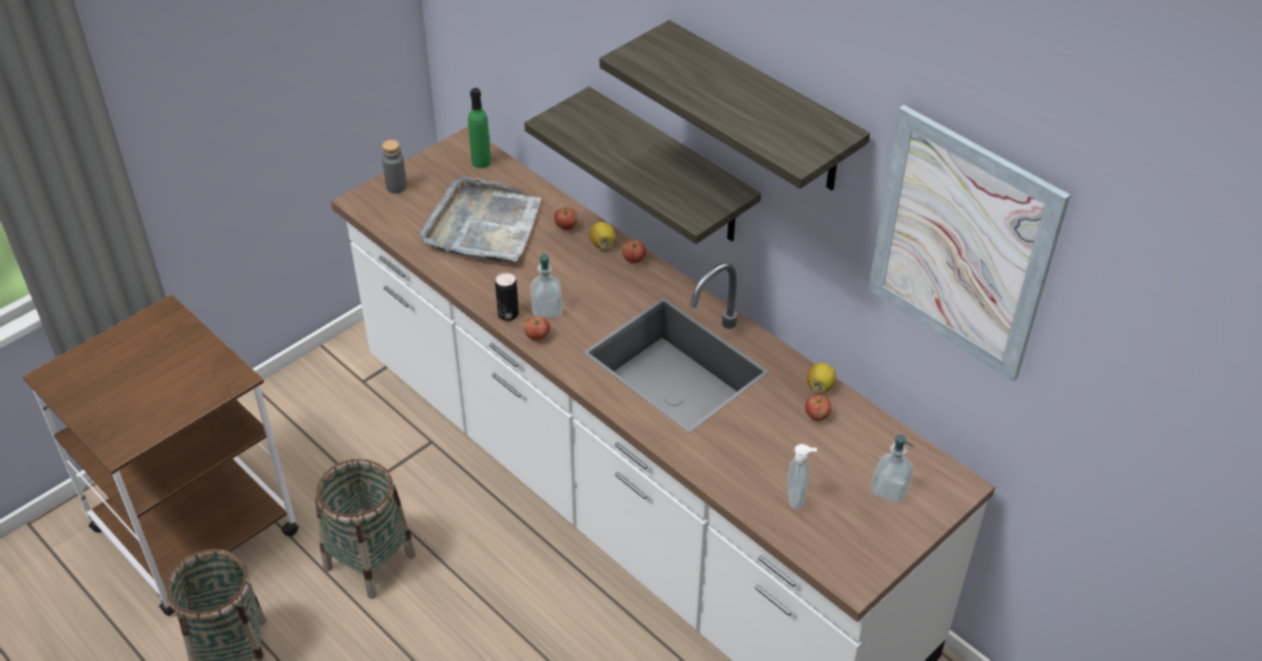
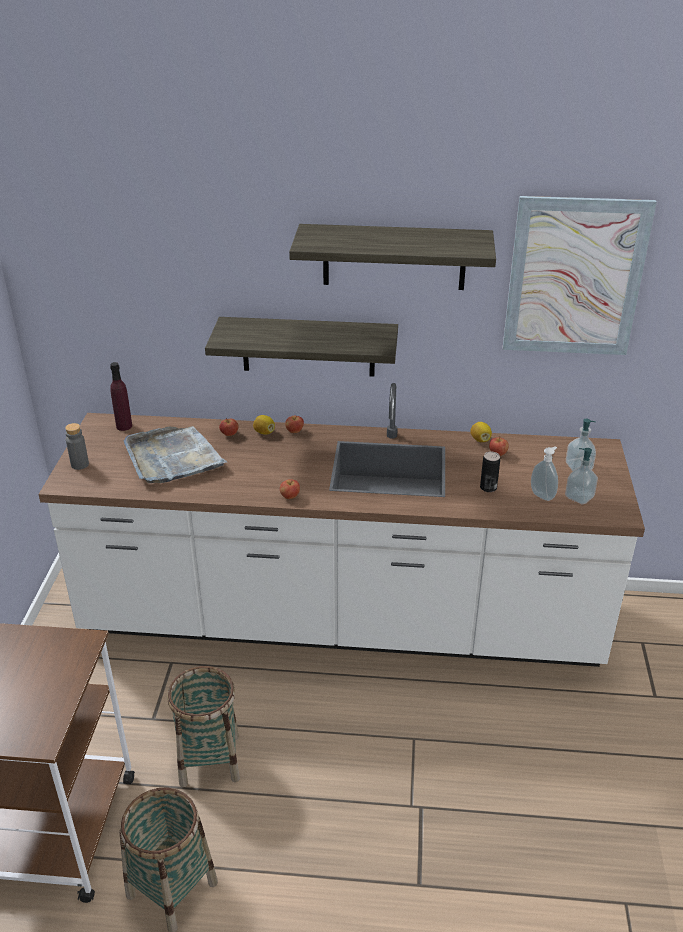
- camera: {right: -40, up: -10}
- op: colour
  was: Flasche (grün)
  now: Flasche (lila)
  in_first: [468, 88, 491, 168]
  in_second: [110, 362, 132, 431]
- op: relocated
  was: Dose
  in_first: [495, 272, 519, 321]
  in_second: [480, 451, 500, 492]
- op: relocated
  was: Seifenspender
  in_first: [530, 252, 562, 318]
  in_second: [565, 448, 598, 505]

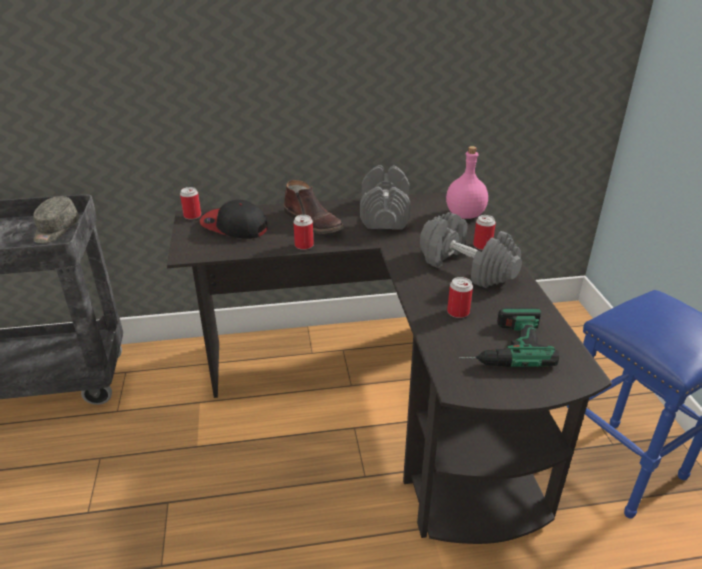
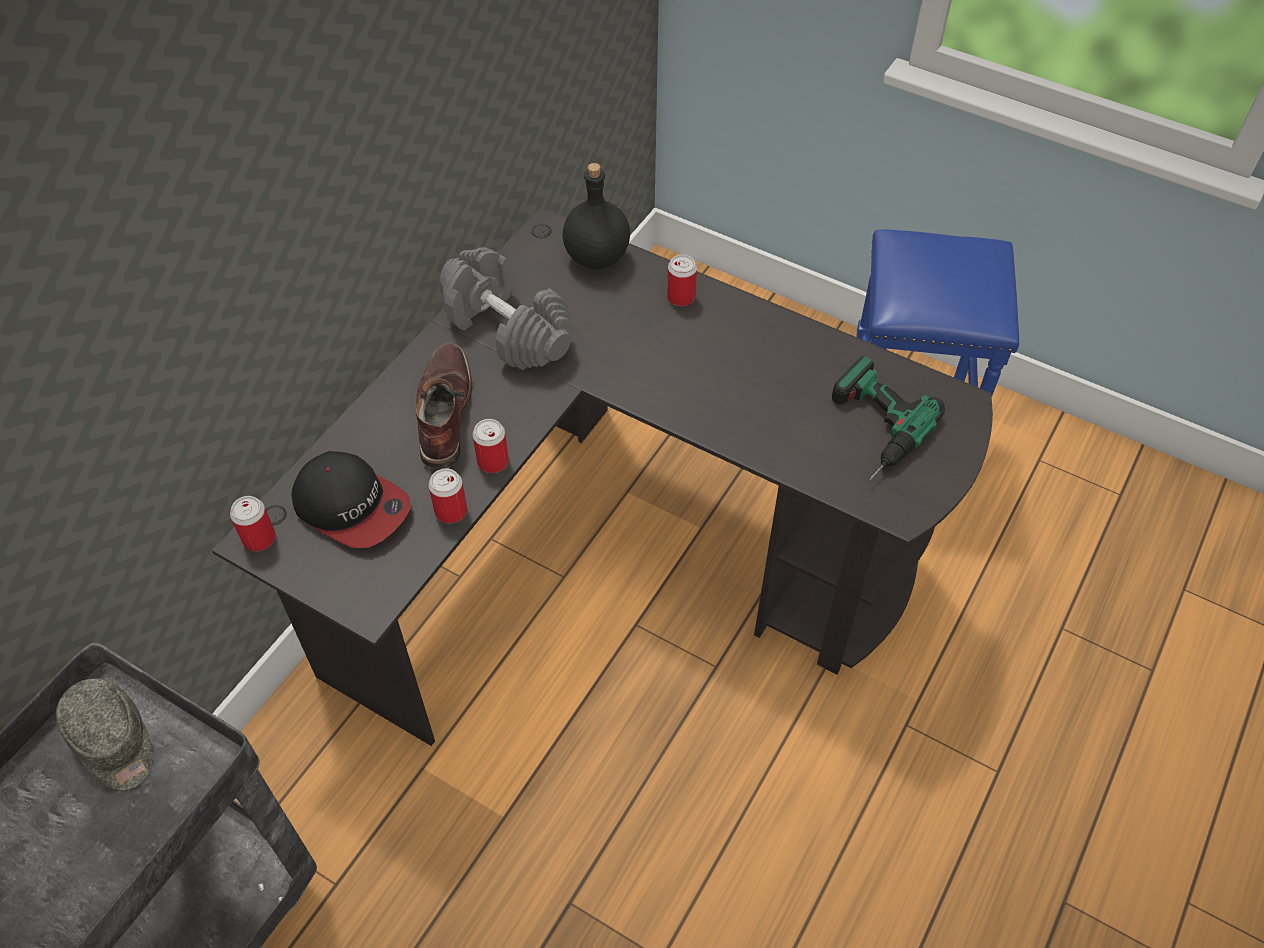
- camera: {right: -50, up: 20}
- op: spun
  was: Kappe
  in_first: [199, 200, 268, 239]
  in_second: [292, 451, 411, 548]
  clockwise: -120
- op: spun
  was: Stiefel (braun)
  in_first: [284, 180, 344, 234]
  in_second: [416, 343, 472, 469]
  clockwise: -90
- op: missing
  was: Hantel (grau)
  in_first: [420, 212, 522, 288]
- op: colour
  was: Flasche (rosa)
  now: Flasche (schwarz)
  in_first: [446, 146, 488, 219]
  in_second: [563, 163, 630, 269]
- op: relocated
  was: Dose
  in_first: [447, 277, 473, 318]
  in_second: [429, 468, 467, 523]

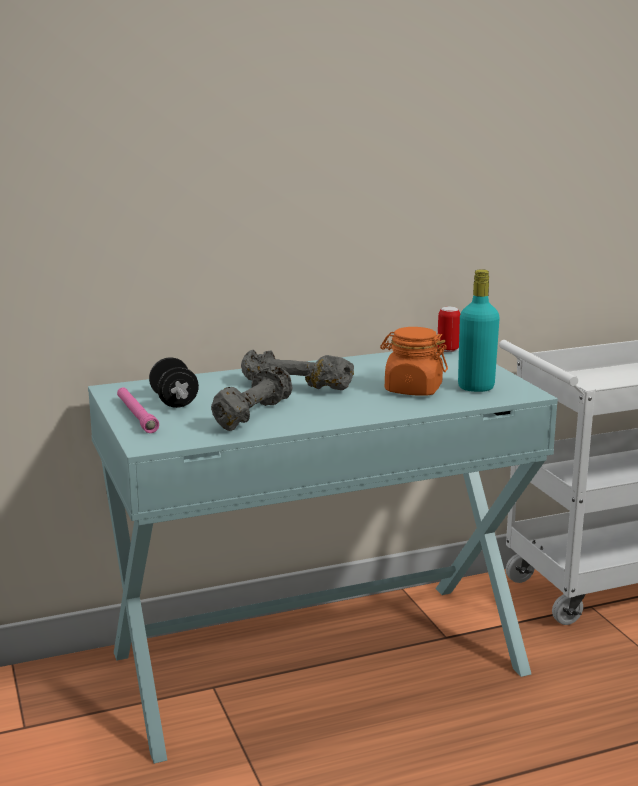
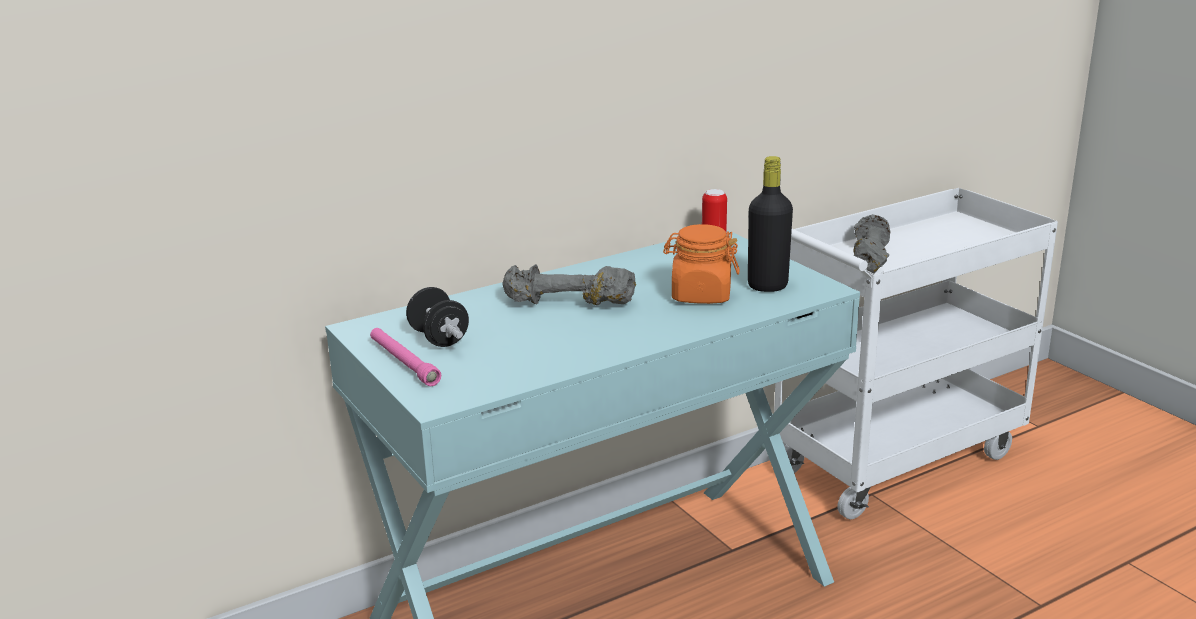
- camera: {right: -10, up: 5}
- op: relocated
  was: Hantel (grau)
  in_first: [211, 366, 293, 431]
  in_second: [853, 214, 891, 274]
- op: colour
  was: Flasche (türkis)
  now: Flasche (schwarz)
  in_first: [458, 269, 500, 392]
  in_second: [748, 156, 793, 292]

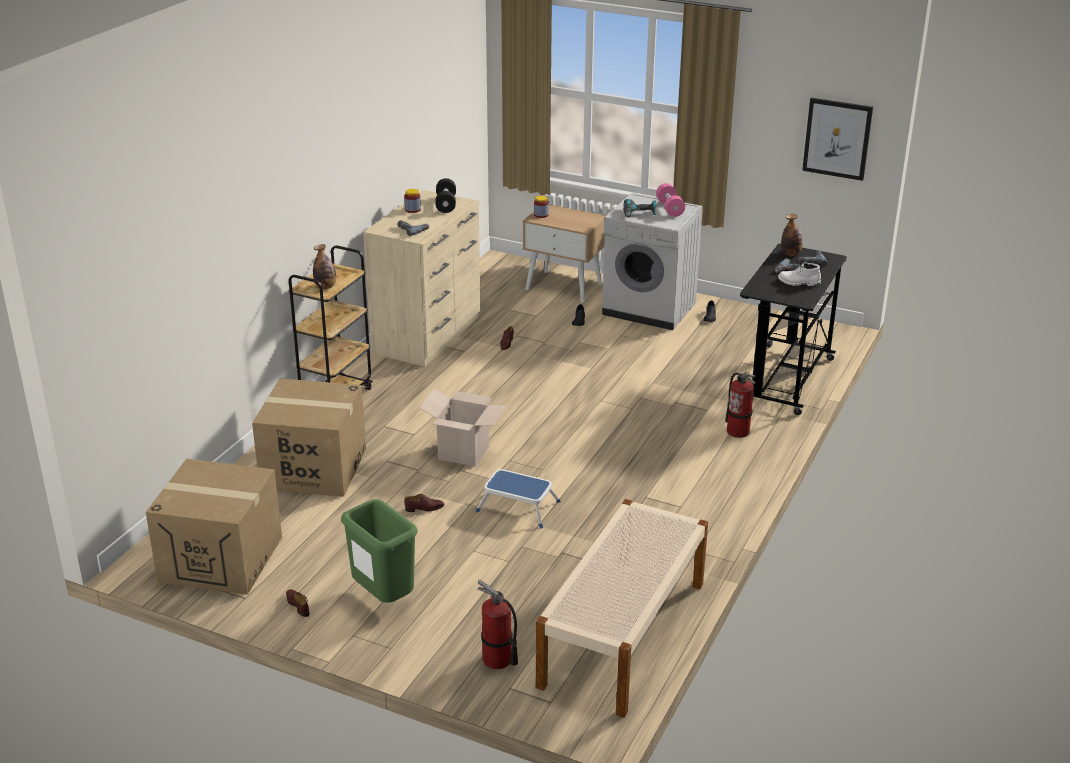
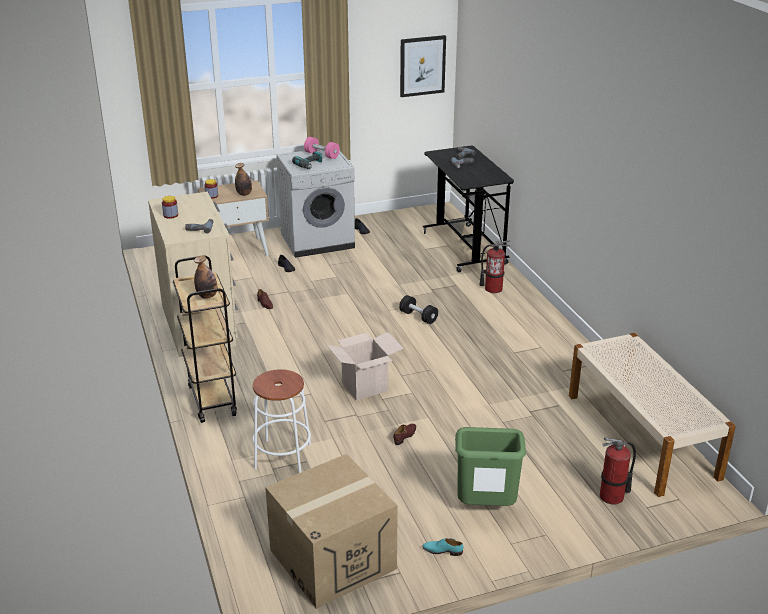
- camera: {right: -45, up: 0}
- op: exchanged
  was: Karton
  now: Hocker (weiß)
  in_first: [252, 378, 366, 497]
  in_second: [253, 369, 311, 473]
- op: colour
  was: Schuh (braun)
  now: Schuh (türkis)
  in_first: [286, 589, 309, 617]
  in_second: [422, 538, 463, 556]
- op: relocated
  was: Hantel (schwarz)
  in_first: [435, 178, 456, 213]
  in_second: [399, 295, 438, 324]
- op: missing
  was: Trittleiter (blau)
  in_first: [475, 469, 561, 528]
- op: missing
  was: Stiefel (weiß)
  in_first: [778, 262, 821, 287]
- op: relocated
  was: Flasche
  in_first: [781, 214, 803, 256]
  in_second: [235, 163, 252, 196]

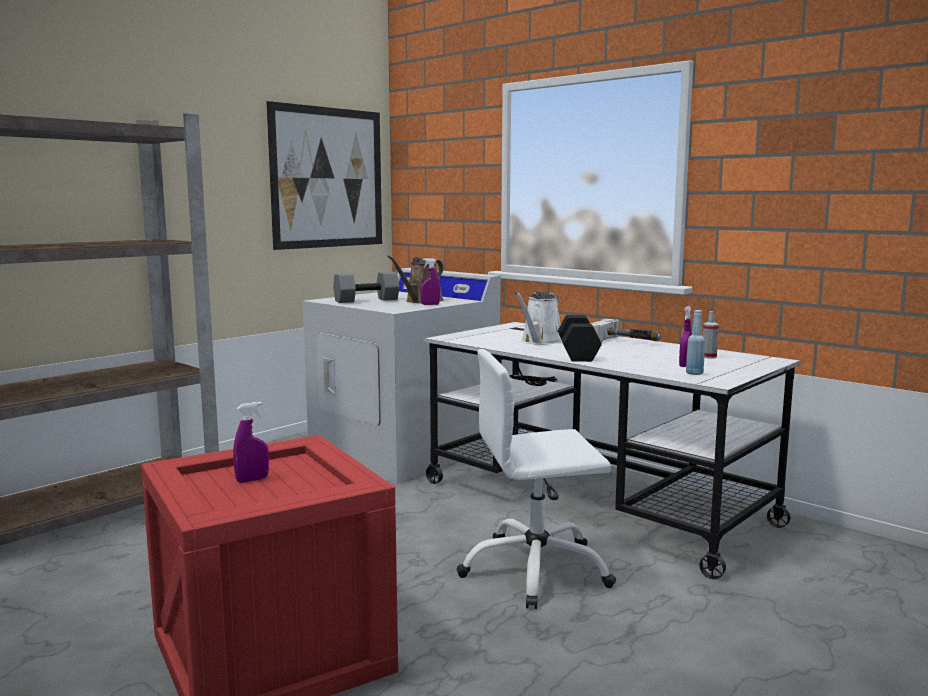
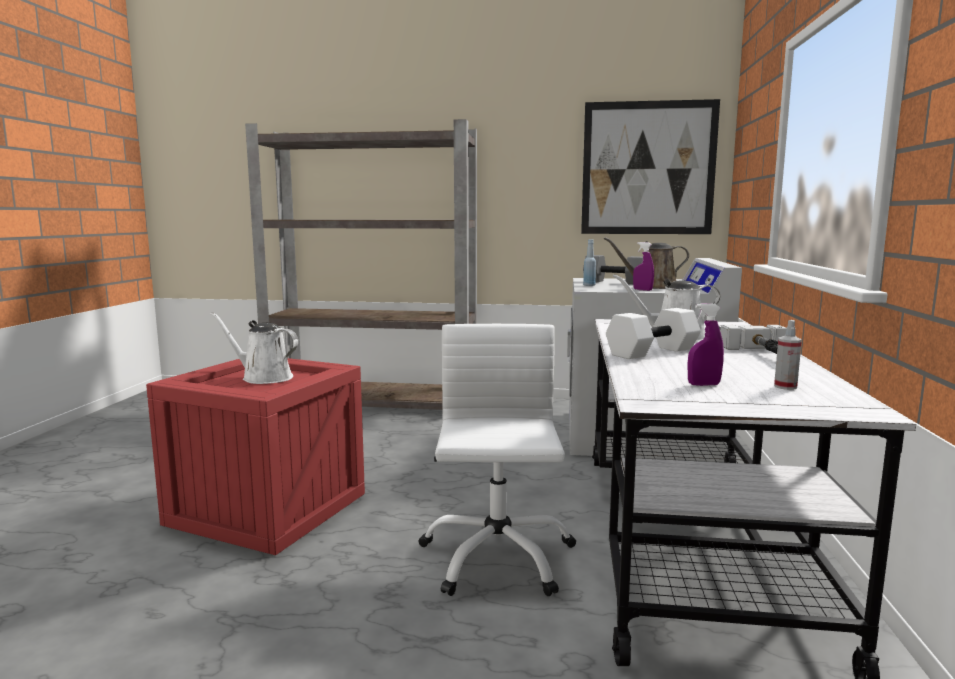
- camera: {right: 55, up: 0}
- op: exchanged
  was: Sprühflasche (lila)
  now: Gießkanne (weiß)
  in_first: [233, 402, 269, 483]
  in_second: [211, 312, 298, 384]
- op: spun
  was: Bürostuhl (weiß)
  in_first: [457, 349, 616, 609]
  in_second: [419, 324, 576, 596]
  clockwise: 45
- op: colour
  was: Hantel (schwarz)
  now: Hantel (weiß)
  in_first: [558, 315, 602, 362]
  in_second: [606, 308, 701, 359]
- op: relocated
  was: Flasche (blau)
  in_first: [686, 310, 705, 375]
  in_second: [583, 239, 596, 286]

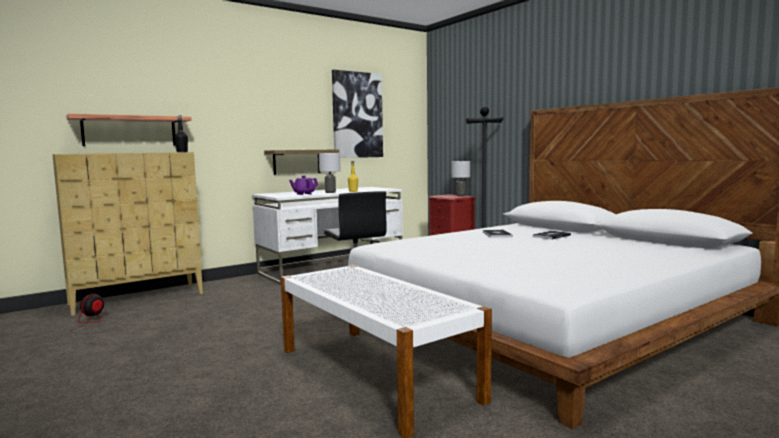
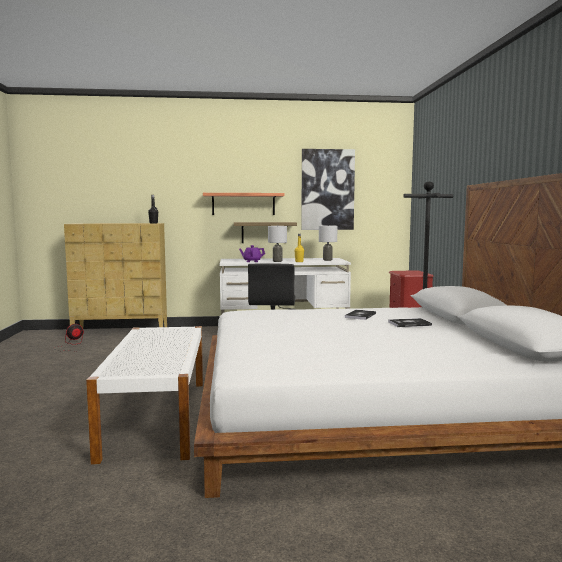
- camera: {right: 30, up: 0}
- op: relocated
  was: Wandregal
  in_first: [66, 114, 191, 146]
  in_second: [203, 193, 285, 215]
- op: relocated
  was: Tischlampe (weiß)
  in_first: [452, 161, 470, 196]
  in_second: [319, 225, 337, 261]

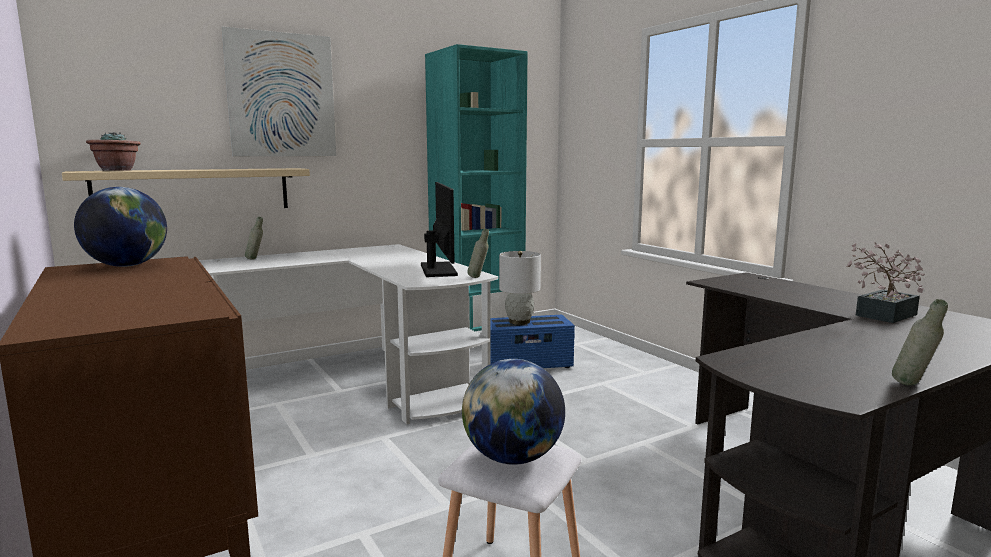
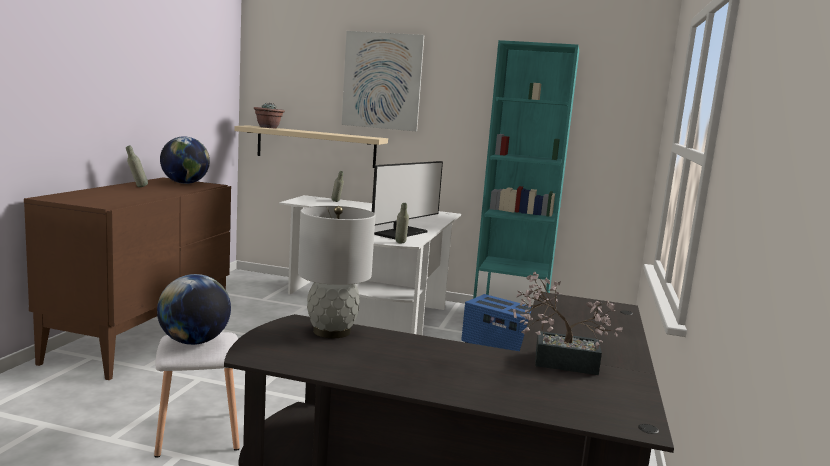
- camera: {right: 45, up: 0}
- op: relocated
  was: Tischlampe (weiß)
  in_first: [499, 251, 541, 325]
  in_second: [298, 206, 375, 338]
- op: relocated
  was: Flasche (grau)
  in_first: [892, 299, 948, 386]
  in_second: [126, 146, 148, 187]

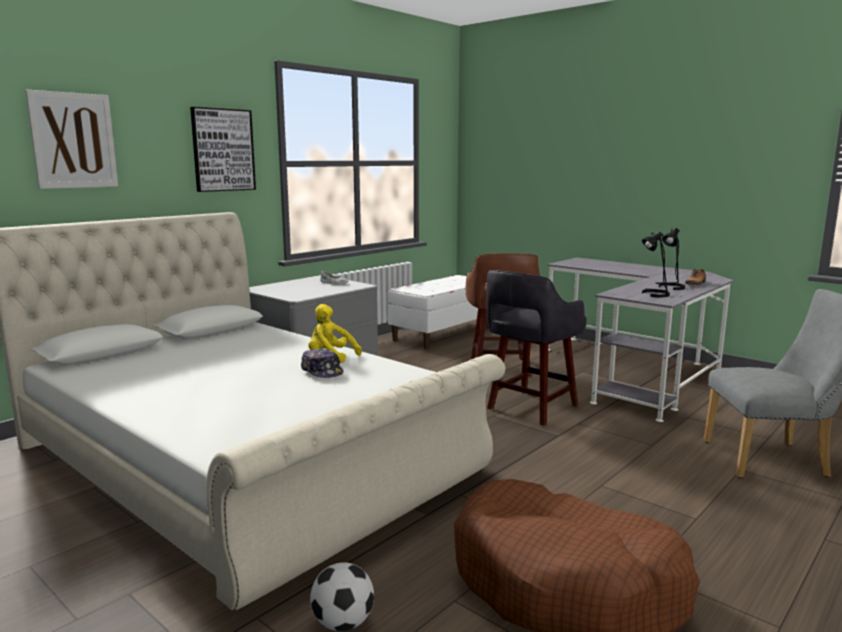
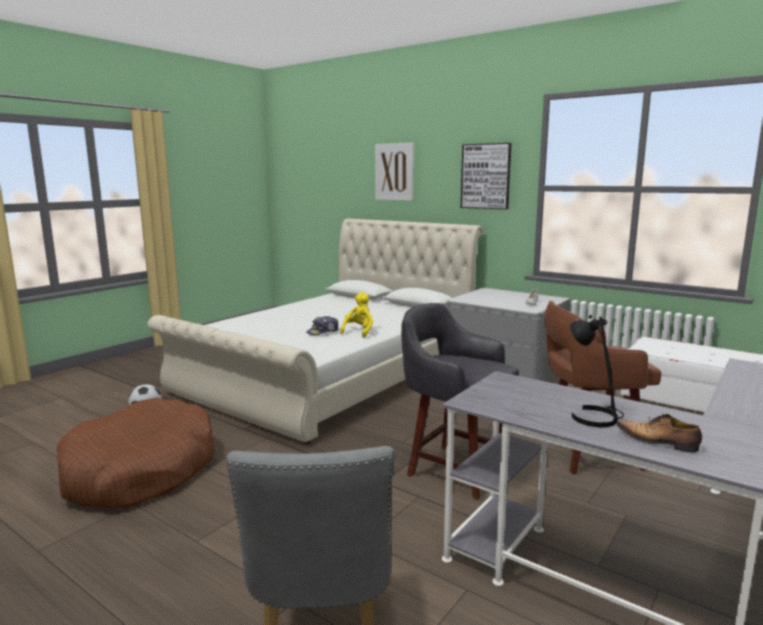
- camera: {right: 85, up: 0}
- op: missing
  was: Tischlampe (schwarz)
  in_first: [642, 232, 670, 297]

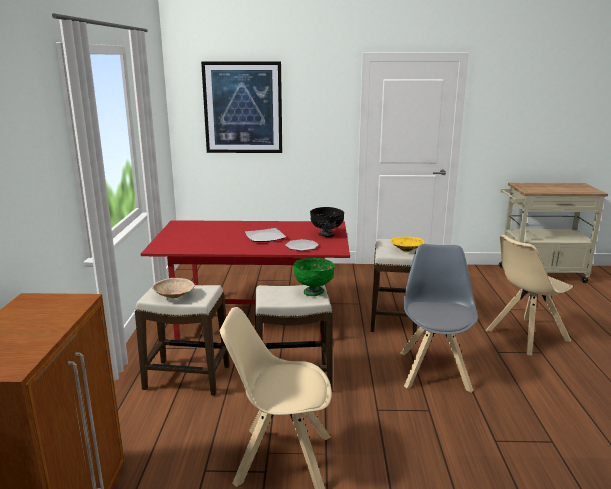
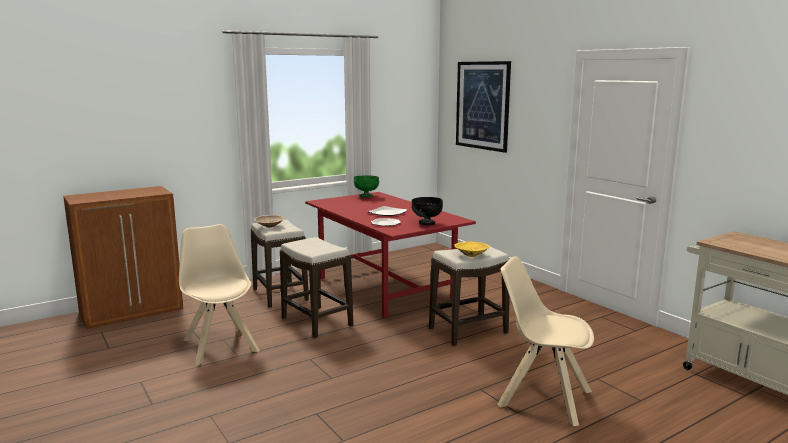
- camera: {right: 55, up: -5}
- op: relocated
  was: Schüssel (grün)
  in_first: [294, 258, 335, 296]
  in_second: [354, 175, 379, 197]
- op: missing
  was: Stuhl (grau)
  in_first: [401, 244, 478, 392]

